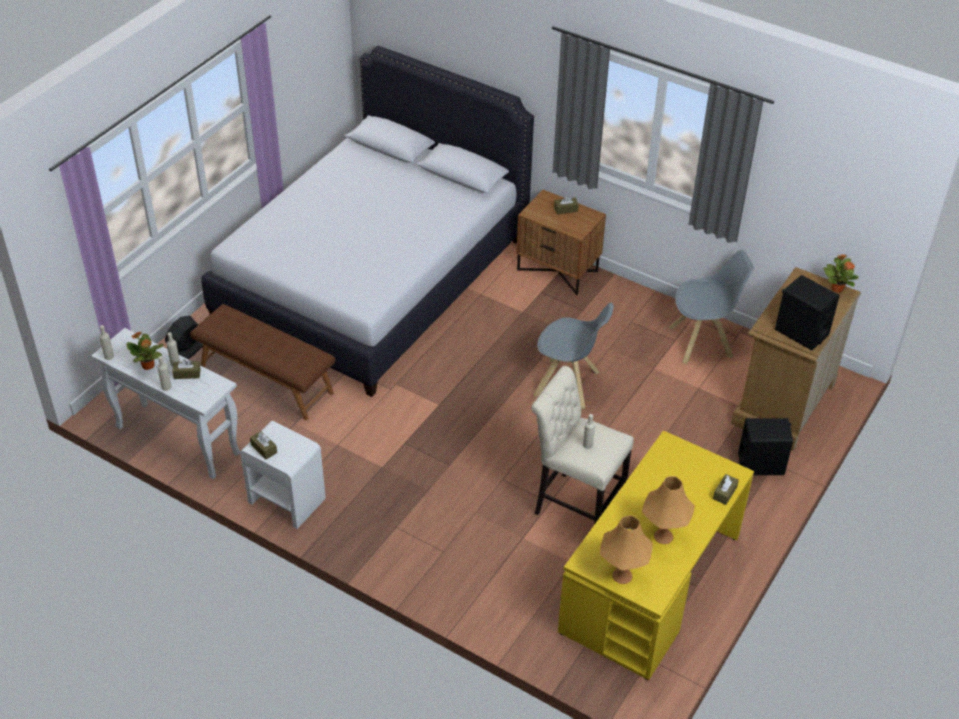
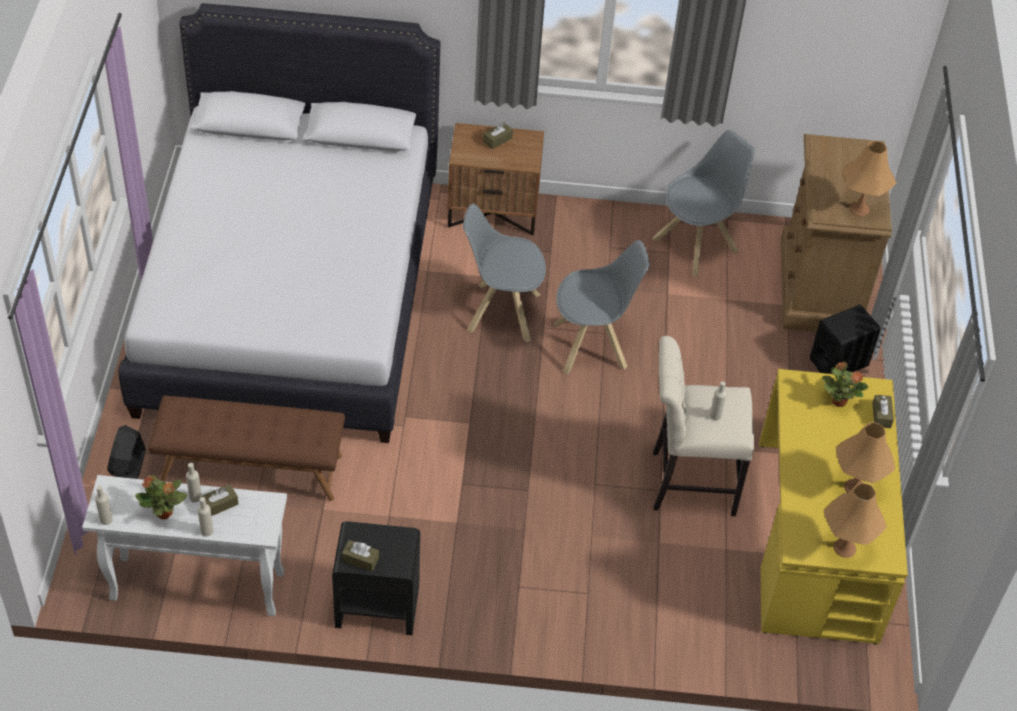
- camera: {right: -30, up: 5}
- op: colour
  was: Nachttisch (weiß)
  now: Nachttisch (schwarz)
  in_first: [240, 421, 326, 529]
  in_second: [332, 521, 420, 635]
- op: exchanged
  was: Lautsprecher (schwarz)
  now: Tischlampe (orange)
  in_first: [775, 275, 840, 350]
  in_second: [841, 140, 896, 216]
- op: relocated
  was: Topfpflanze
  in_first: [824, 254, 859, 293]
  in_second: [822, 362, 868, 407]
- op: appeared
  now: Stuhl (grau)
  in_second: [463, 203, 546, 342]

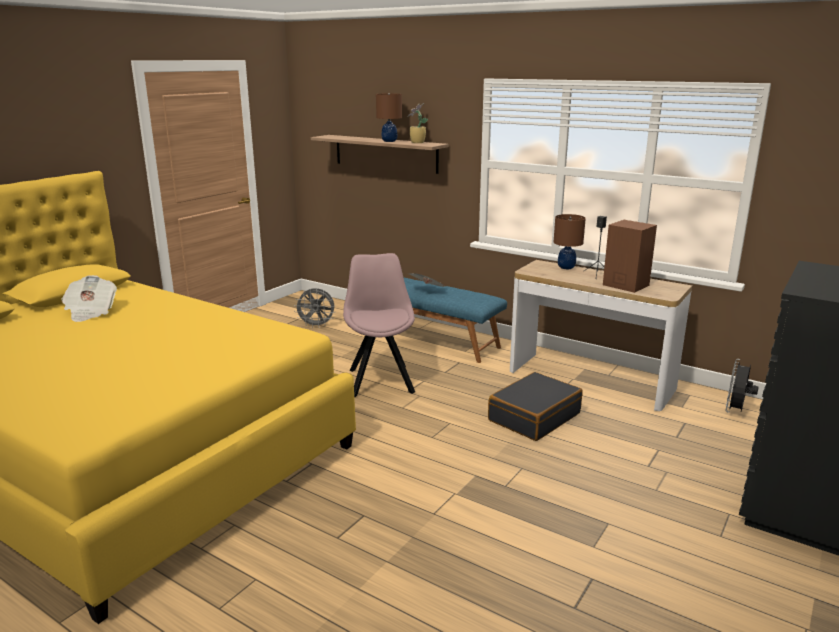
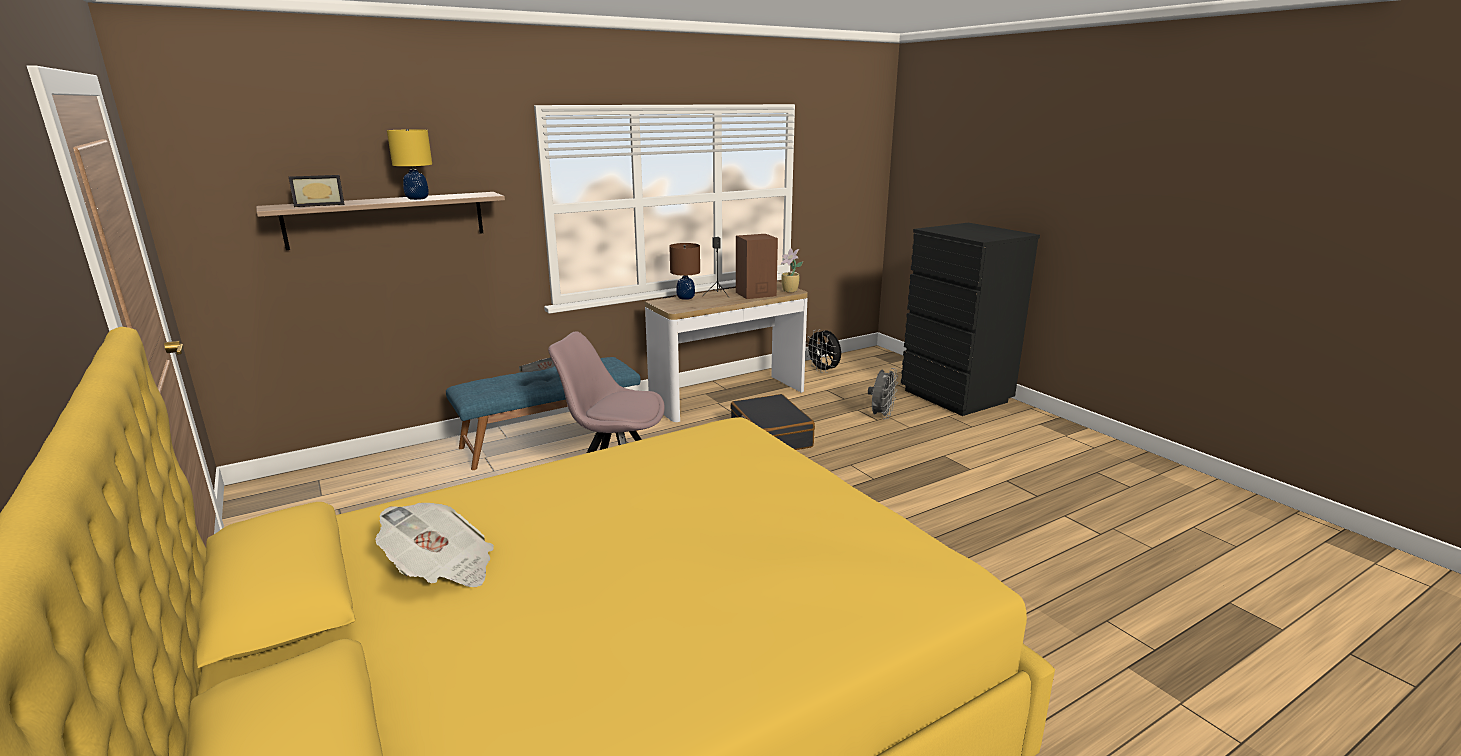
- camera: {right: -65, up: 0}
- op: relocated
  was: Ventilator (grau)
  in_first: [294, 288, 336, 328]
  in_second: [868, 368, 898, 419]
- op: colour
  was: Tischlampe (braun)
  now: Tischlampe (gelb)
  in_first: [376, 93, 402, 142]
  in_second: [387, 129, 432, 200]
- op: relocated
  was: Topfpflanze
  in_first: [408, 103, 428, 143]
  in_second: [781, 248, 803, 292]
- op: appeared
  now: Bilderrahmen
  in_second: [289, 175, 345, 207]

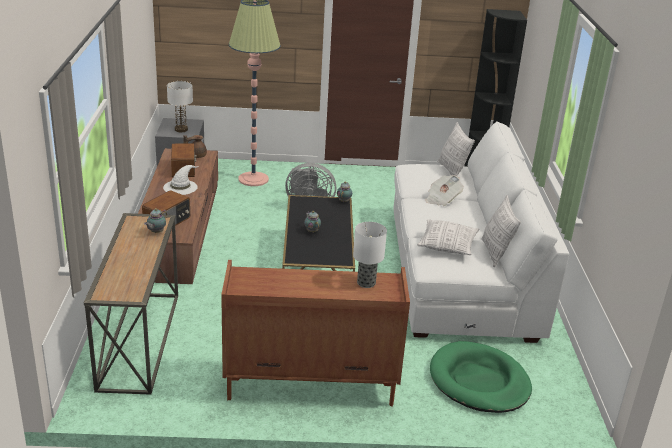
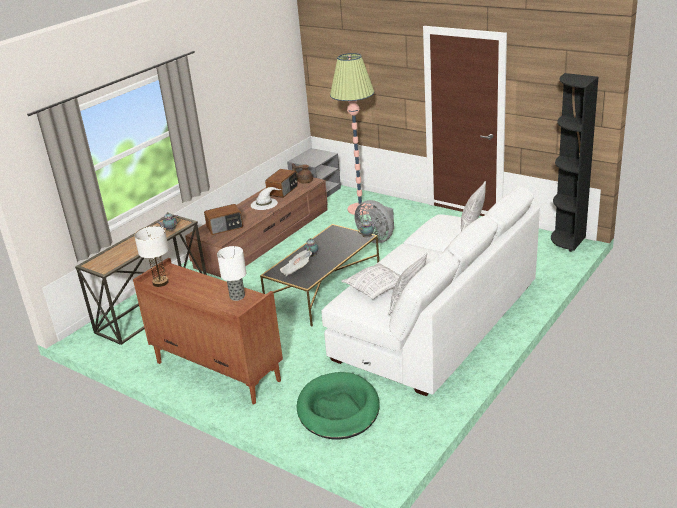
- camera: {right: 40, up: 0}
- op: relocated
  was: Tischlampe
  in_first: [167, 81, 193, 132]
  in_second: [134, 226, 169, 287]
- op: relocated
  was: Zeitung
  in_first: [425, 175, 464, 206]
  in_second: [280, 250, 312, 276]

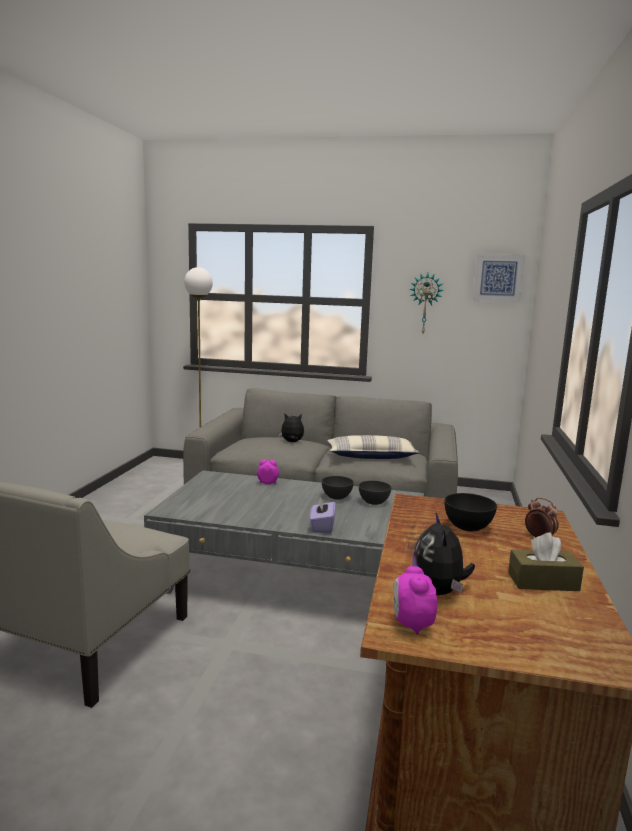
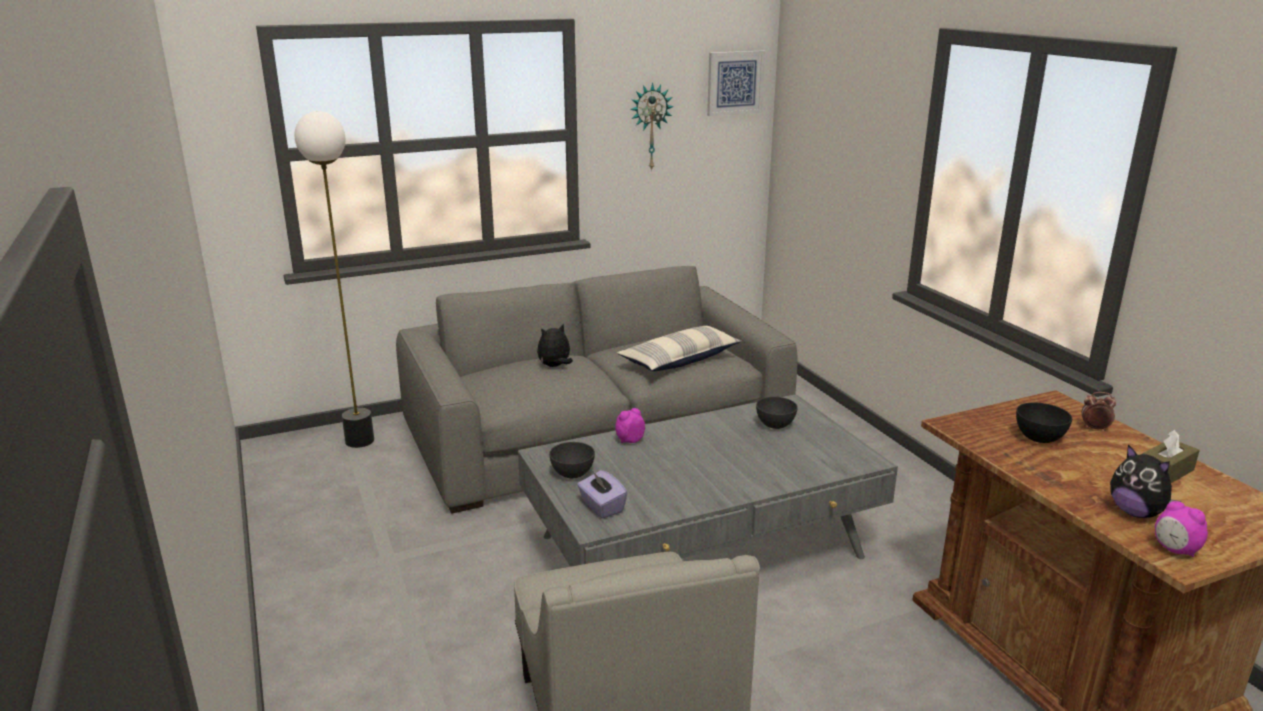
- camera: {right: -35, up: 10}
- op: relocated
  was: Taschentuchbox (lila)
  in_first: [310, 496, 336, 533]
  in_second: [577, 470, 627, 519]
- op: relocated
  was: Schüssel (grau)
  in_first: [322, 476, 354, 500]
  in_second: [549, 442, 595, 478]

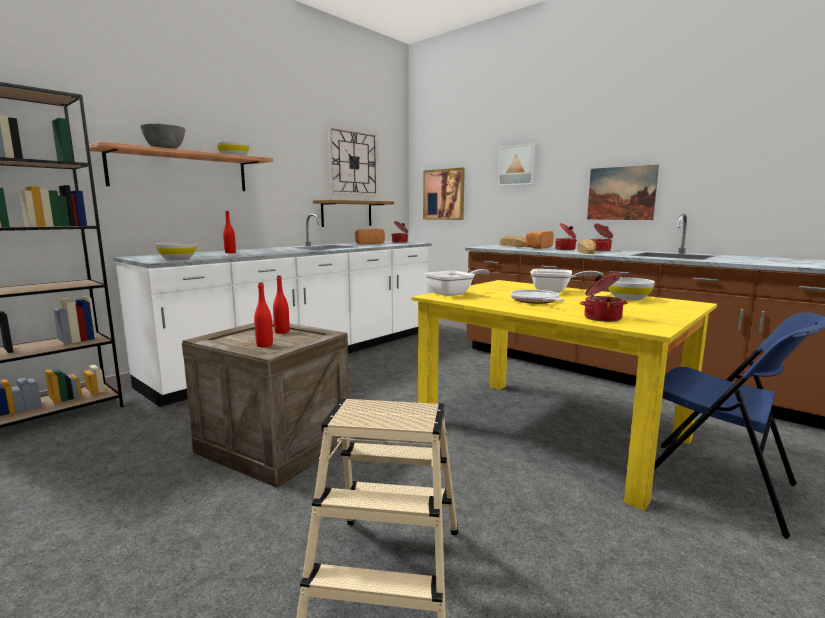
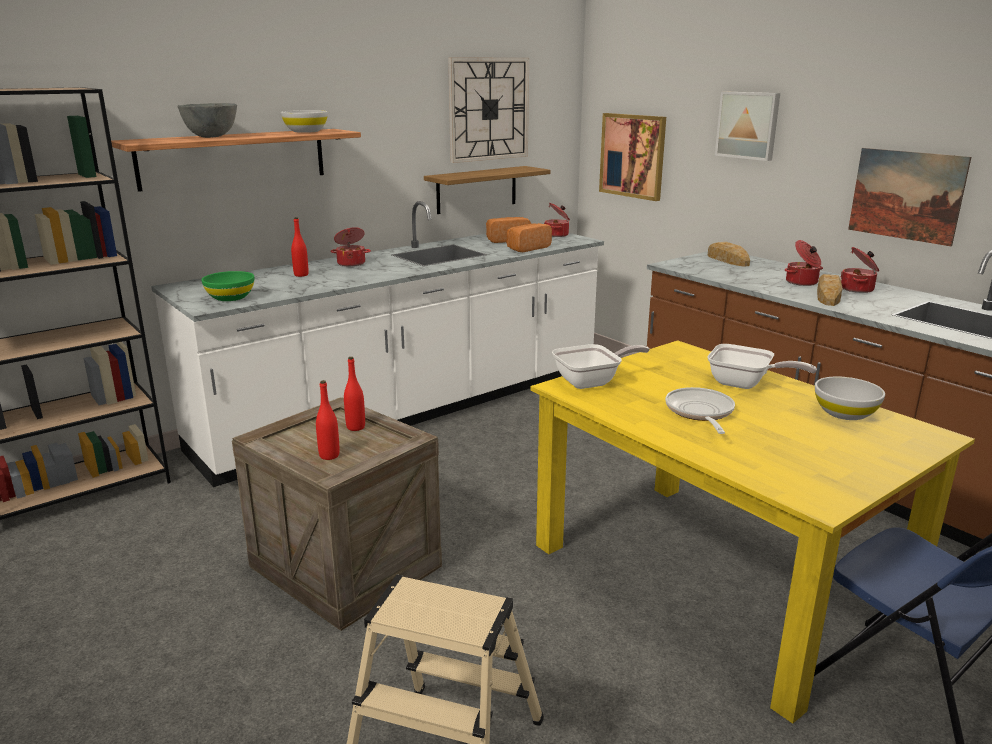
- camera: {right: 10, up: 10}
- op: colour
  was: Schüssel (weiß)
  now: Schüssel (grün)
  in_first: [156, 242, 197, 260]
  in_second: [202, 271, 254, 301]
- op: relocated
  was: Brot
  in_first: [526, 231, 554, 249]
  in_second: [506, 223, 552, 252]
- op: relocated
  was: Kochtopf
  in_first: [580, 272, 628, 322]
  in_second: [330, 227, 371, 266]

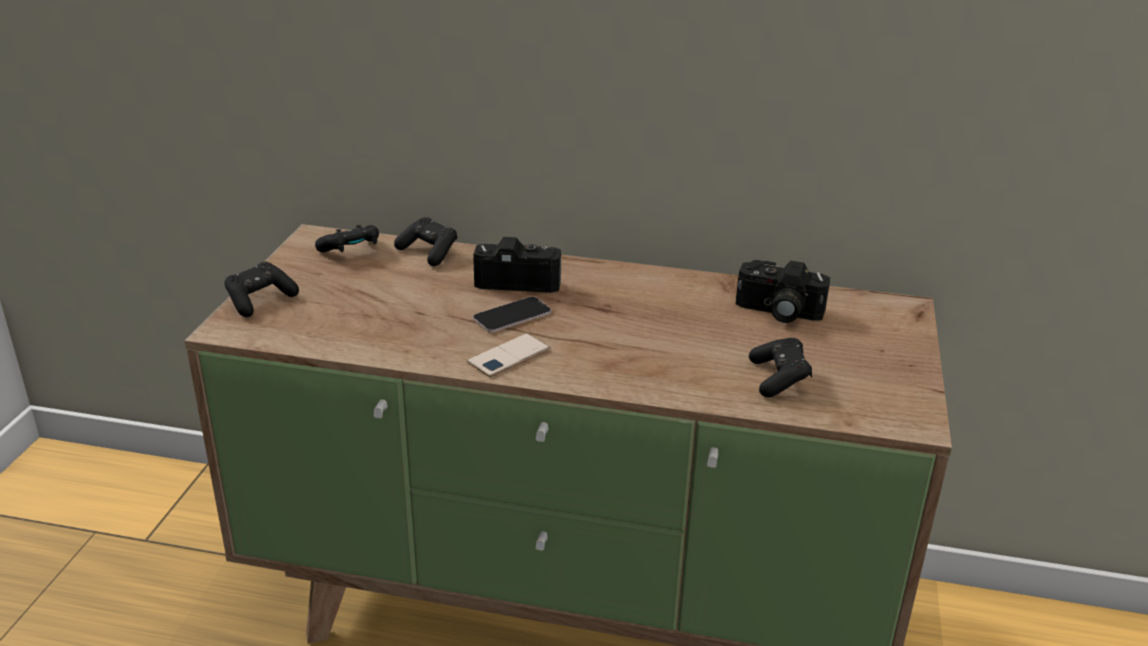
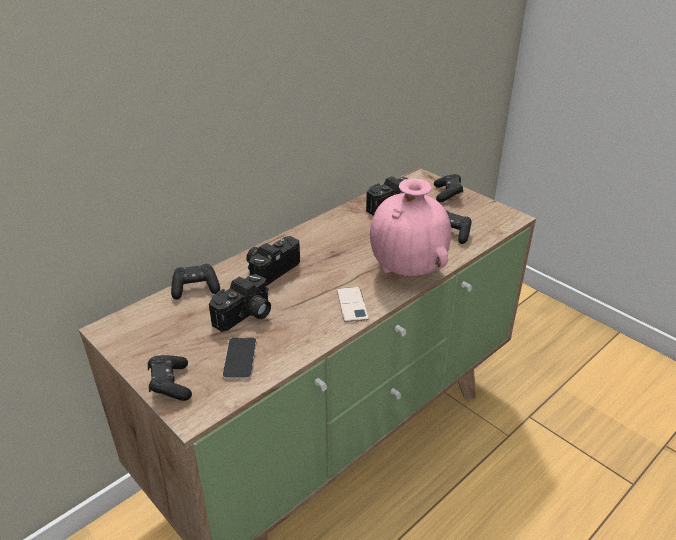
- camera: {right: -55, up: 5}
- op: relocated
  was: Gamepad (schwarz)
  in_first: [315, 224, 379, 252]
  in_second: [434, 174, 463, 202]
- op: relocated
  was: Handy
  in_first: [473, 296, 551, 332]
  in_second: [222, 337, 257, 379]
- op: appeared
  now: Kamera
  in_second: [209, 274, 271, 332]
- op: appeared
  now: Vase (rosa)
  in_second: [370, 178, 451, 276]

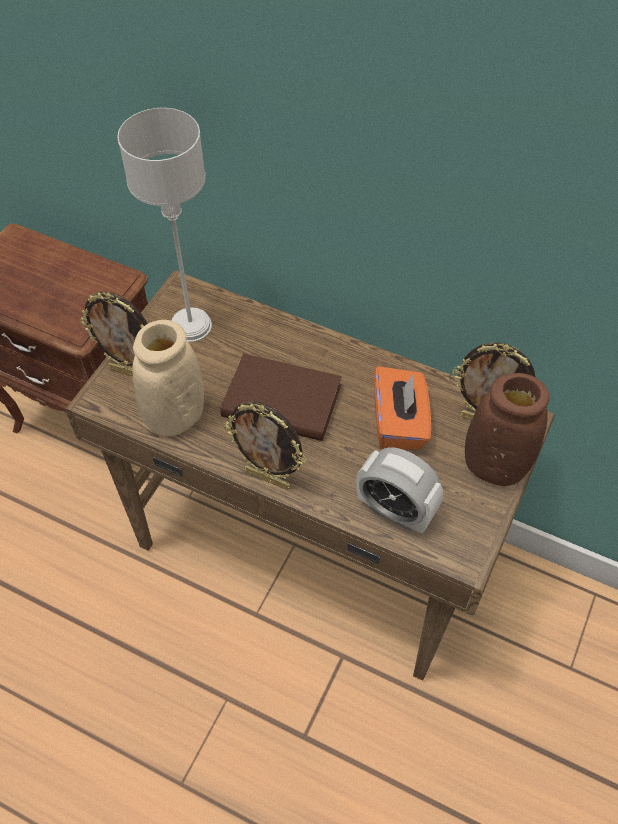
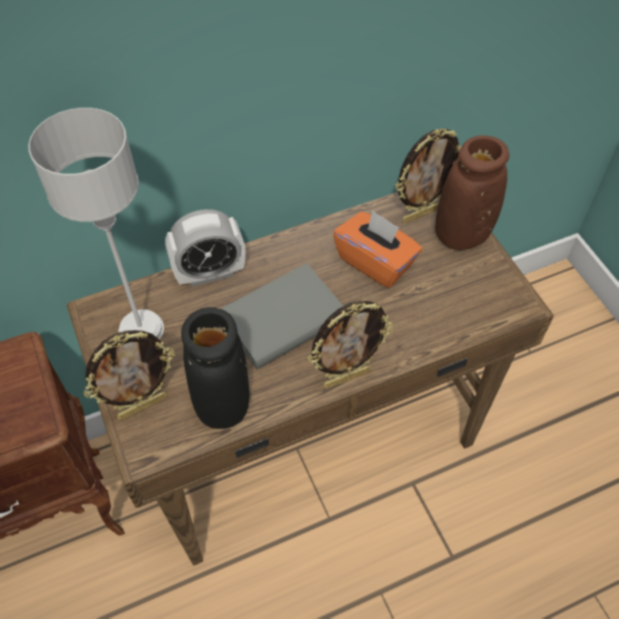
- camera: {right: -50, up: 0}
- op: colour
  was: Vase (beige)
  now: Vase (schwarz)
  in_first: [132, 320, 204, 437]
  in_second: [181, 307, 249, 429]
- op: colour
  was: Buch (braun)
  now: Buch (grau)
  in_first: [220, 354, 341, 441]
  in_second: [221, 263, 343, 369]
- op: relocated
  was: Wecker
  in_first: [356, 447, 443, 534]
  in_second: [165, 209, 245, 287]

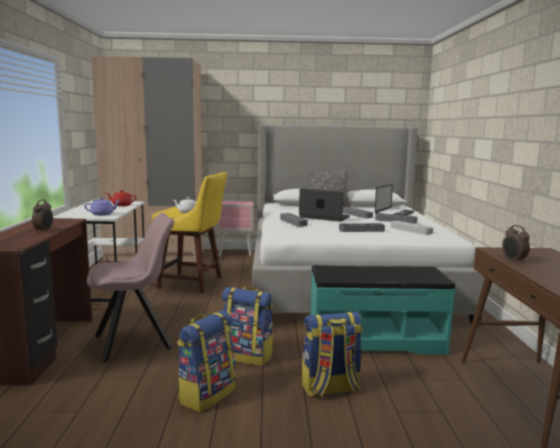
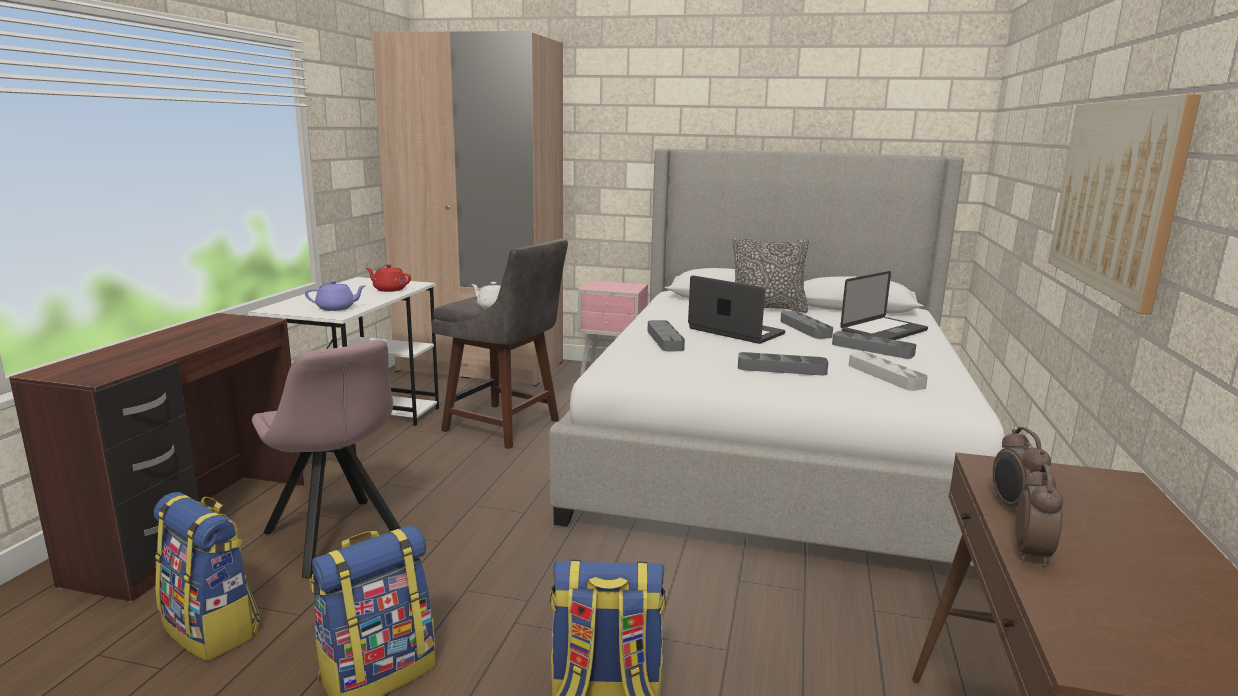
- camera: {right: 15, up: 5}
- op: relocated
  was: Wecker
  in_first: [32, 199, 53, 232]
  in_second: [1015, 464, 1063, 567]
- op: spun
  was: Stuhl (rosa)
  in_first: [86, 213, 174, 362]
  in_second: [252, 339, 401, 578]
  clockwise: 60
- op: colour
  was: Hocker (gelb)
  now: Hocker (grau)
  in_first: [151, 172, 227, 293]
  in_second: [432, 239, 568, 449]
- op: relocated
  was: Rucksack
  in_first: [222, 287, 273, 366]
  in_second: [154, 492, 260, 661]
- op: missing
  was: Bank (türkis)
  in_first: [310, 265, 456, 355]
- op: appeared
  now: Bild
  in_second: [1048, 94, 1201, 315]

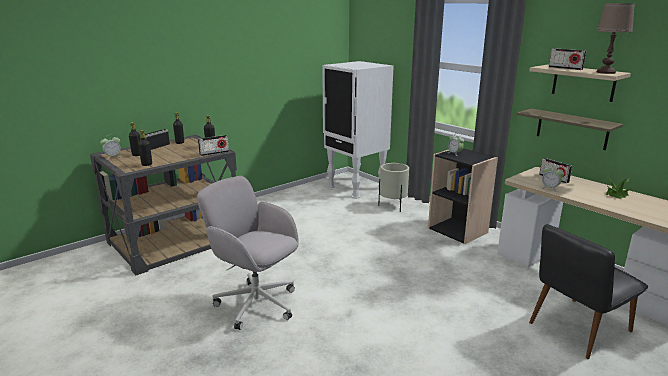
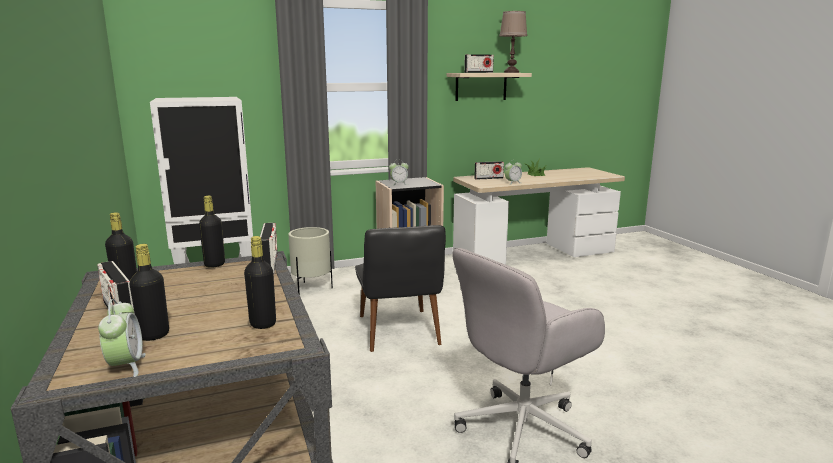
- camera: {right: -70, up: -5}
- op: missing
  was: Wandregal
  in_first: [516, 109, 623, 150]
- op: relocated
  was: Stuhl (schwarz)
  in_first: [529, 224, 648, 359]
  in_second: [355, 225, 446, 352]

